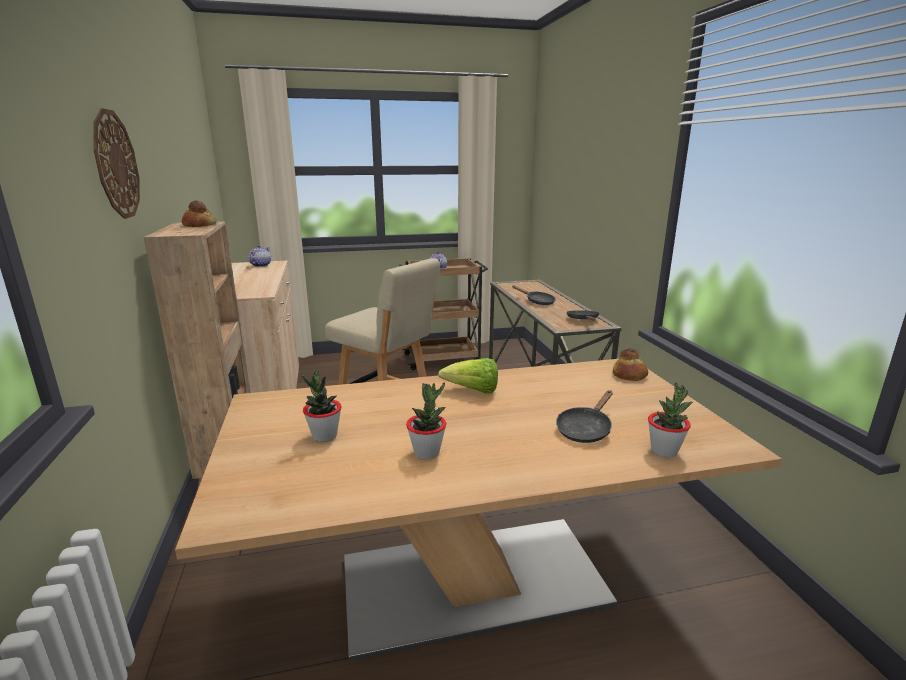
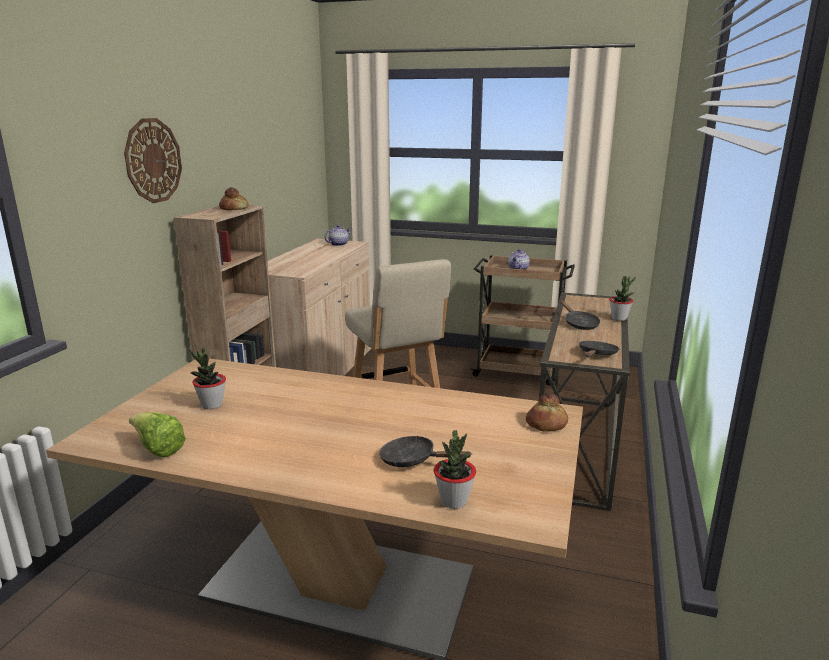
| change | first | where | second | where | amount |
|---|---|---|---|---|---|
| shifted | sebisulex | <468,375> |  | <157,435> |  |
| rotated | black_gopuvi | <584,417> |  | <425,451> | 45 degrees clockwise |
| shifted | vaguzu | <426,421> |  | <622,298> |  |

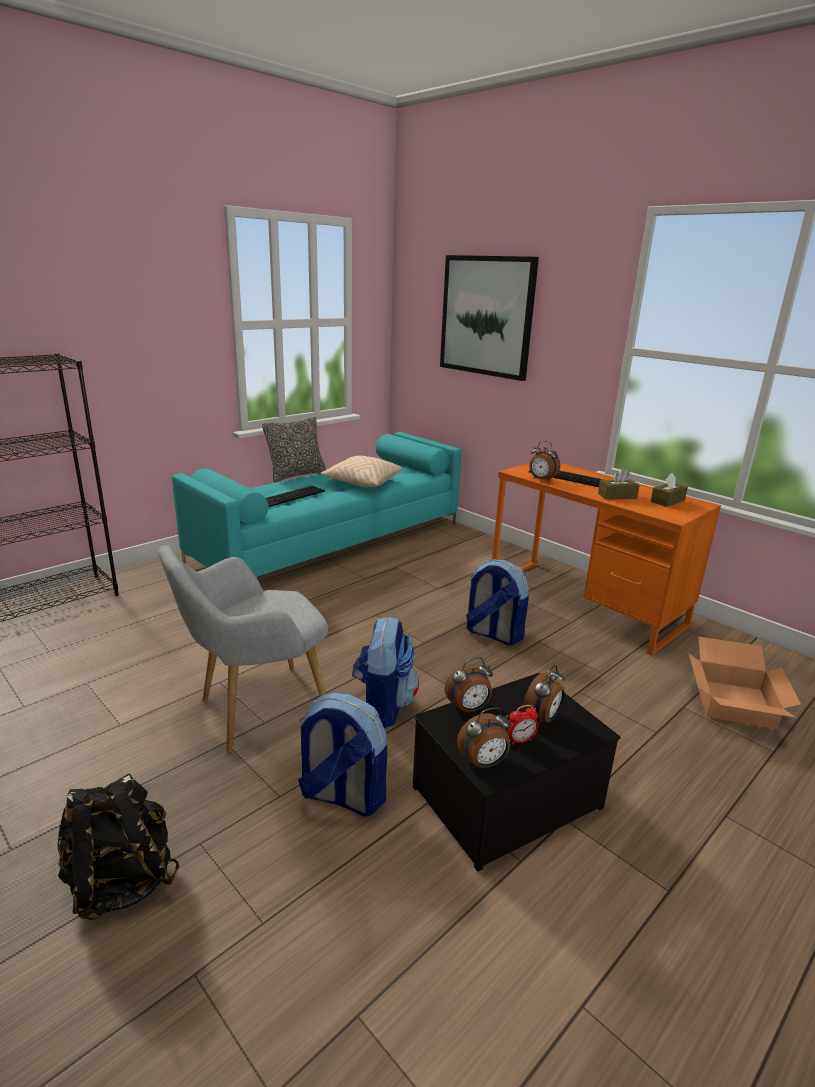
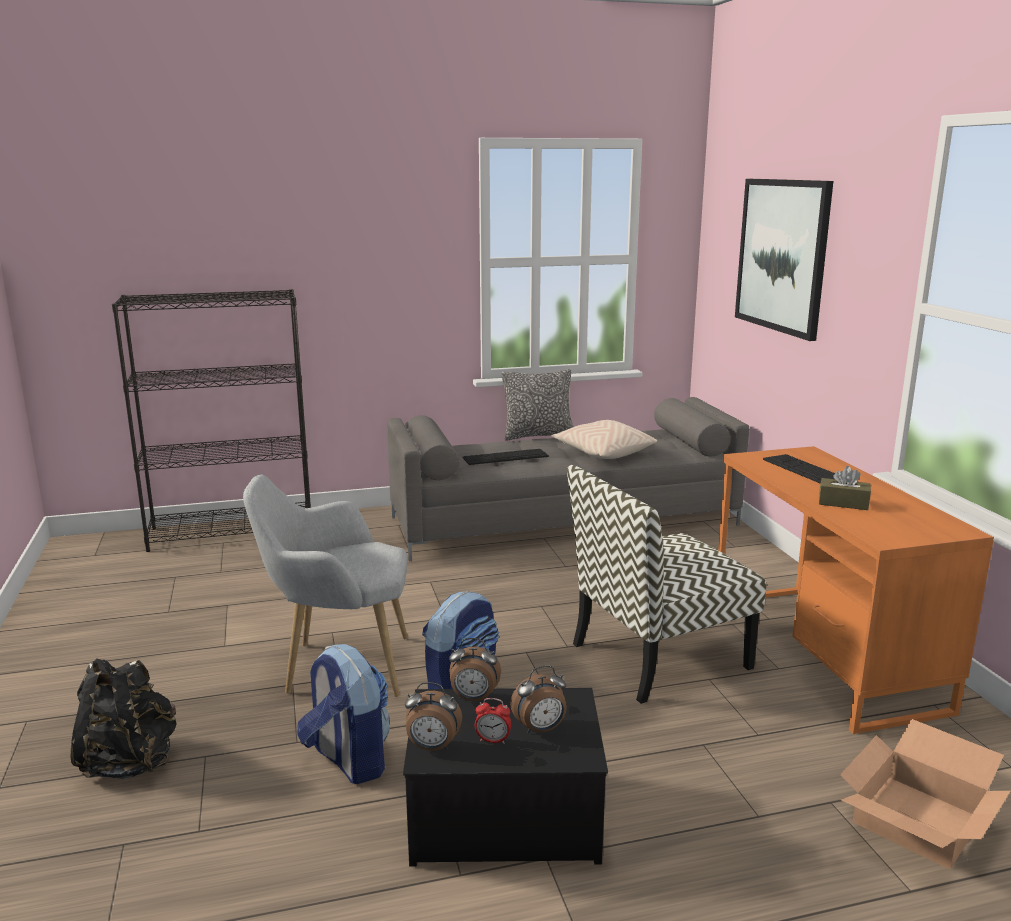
| change | first | where | second | where | amount |
|---|---|---|---|---|---|
| repainted | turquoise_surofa | <317,504> | grey_surofa | <568,479> |  |
| swapped | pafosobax | <497,602> | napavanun | <666,584> |  |
| gone | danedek | <544,461> |  |  |  |
| gone | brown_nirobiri | <669,490> |  |  |  |

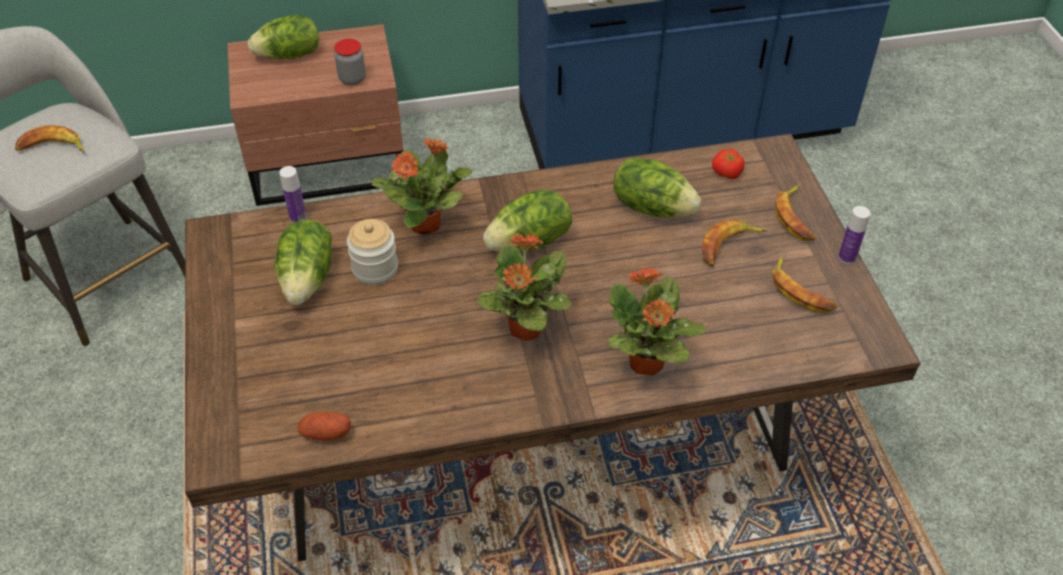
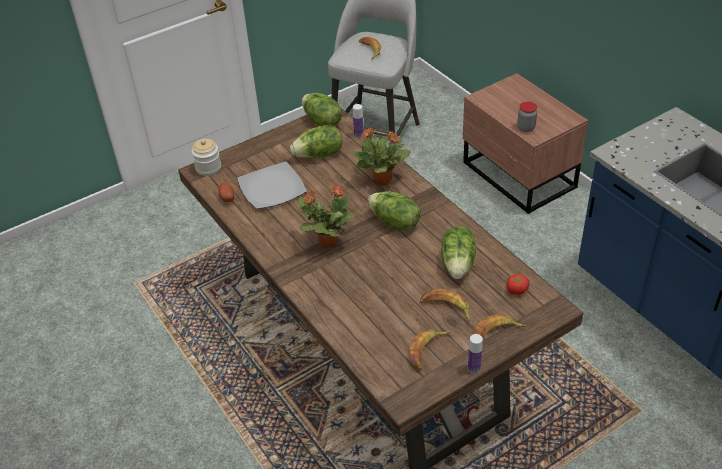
| change | first | where | second | where | amount |
|---|---|---|---|---|---|
| shifted | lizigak | <372,252> |  | <206,157> |  |
| new |  |  | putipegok | <272,185> |  |
| shifted | sebisulex | <283,37> |  | <322,110> |  |
| gone | vaguzu | <657,322> |  |  |  |

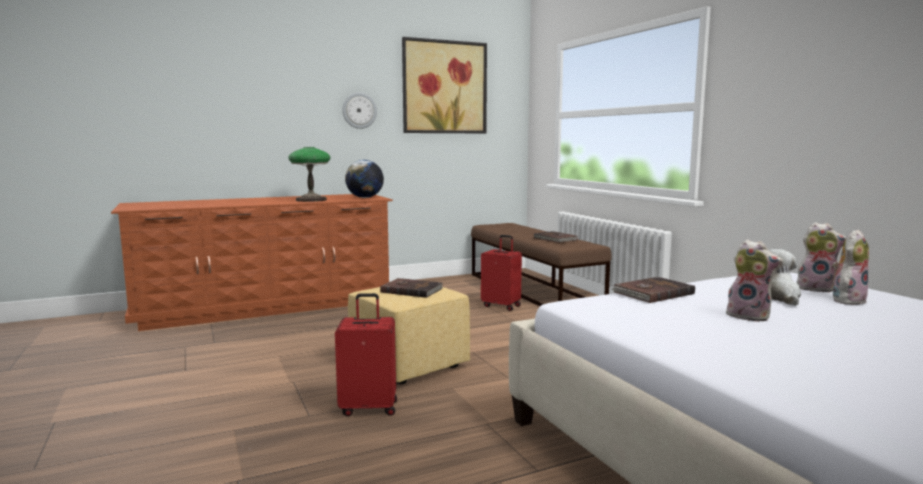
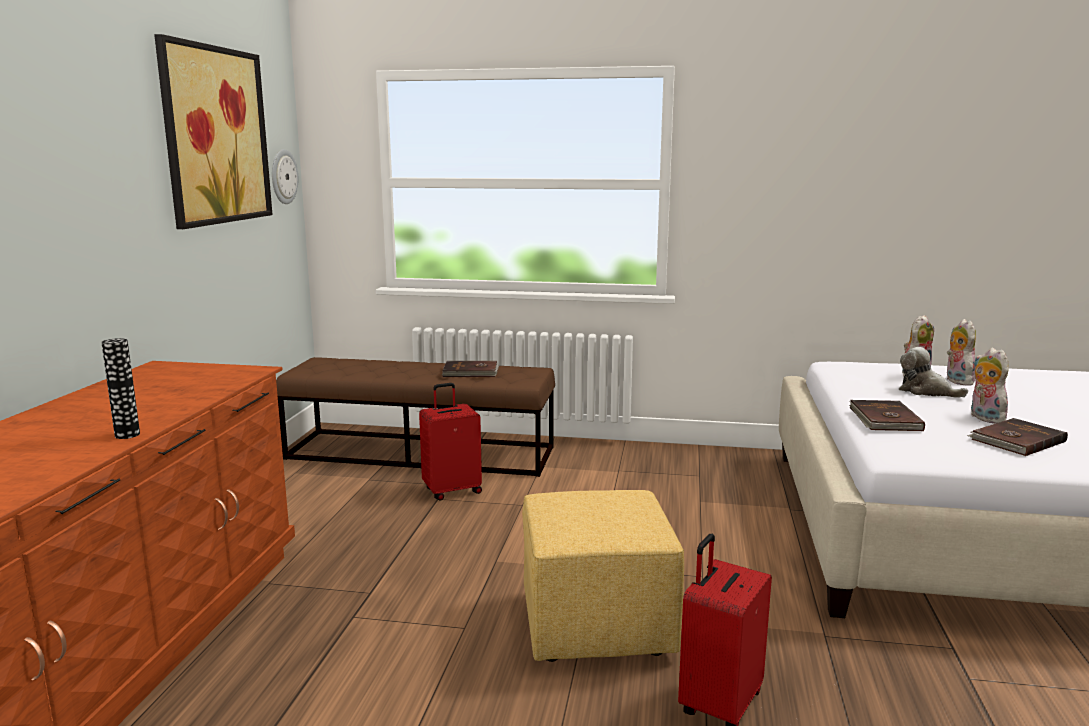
| change | first | where | second | where | amount |
|---|---|---|---|---|---|
| new |  |  | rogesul | <120,388> |  |
| shifted | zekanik | <359,110> |  | <285,176> |  |
| shifted | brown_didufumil | <411,288> |  | <1017,437> |  |
| rotated | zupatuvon | <754,280> |  | <989,386> | 90 degrees counterclockwise |
| gone | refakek | <309,174> |  |  |  |
| gone | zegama | <364,179> |  |  |  |

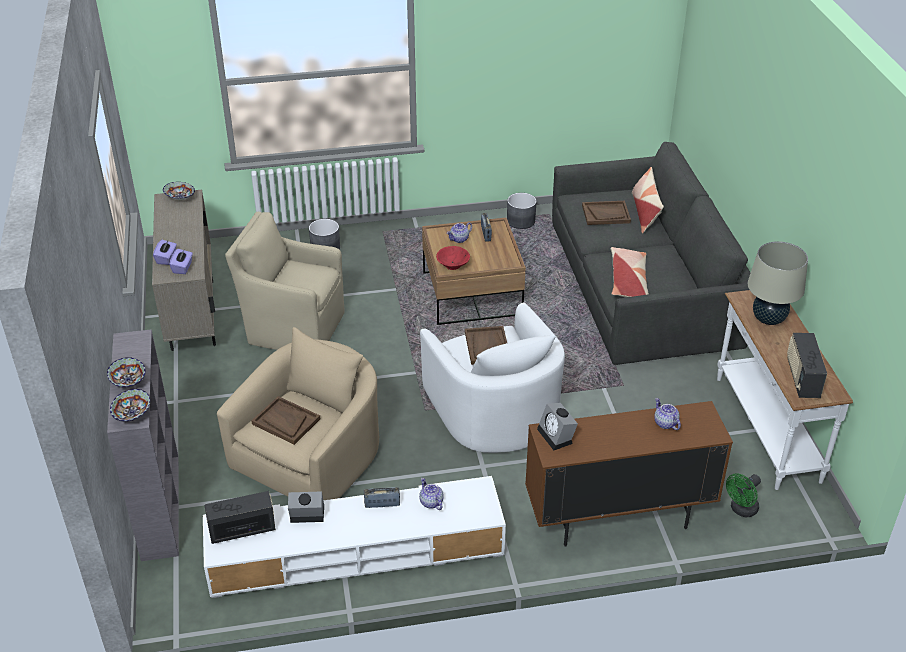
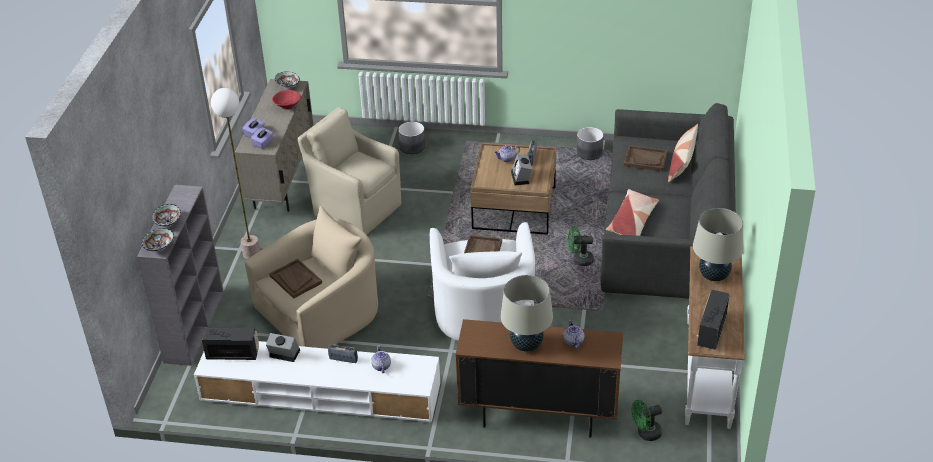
| change | first | where | second | where | amount |
|---|---|---|---|---|---|
| new |  |  | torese | <235,173> |  |
| shifted | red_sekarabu | <453,258> |  | <286,99> |  |
| new |  |  | beige_refakek | <527,313> |  |
| shifted | danedek | <557,426> |  | <521,169> |  |
| new |  |  | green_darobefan | <581,246> |  |

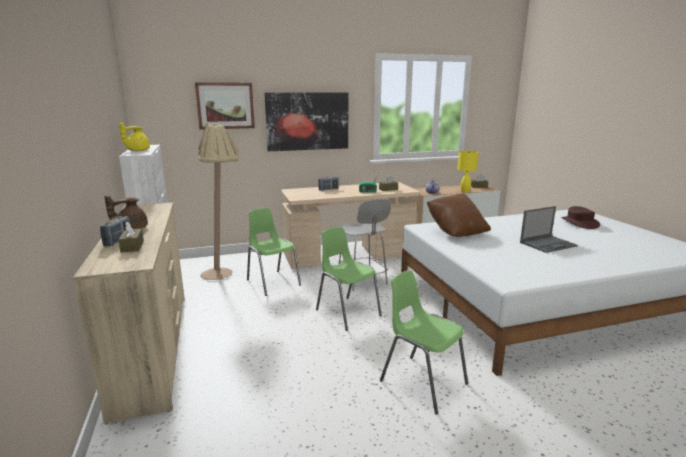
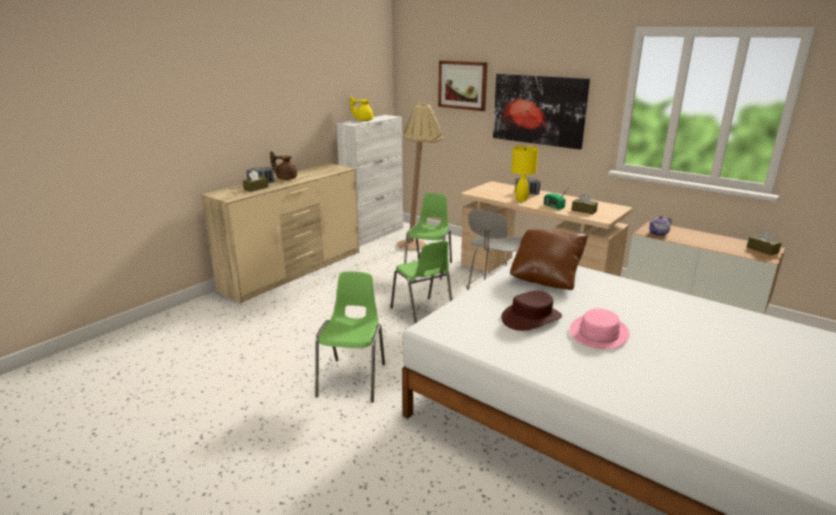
| change | first | where | second | where | amount |
|---|---|---|---|---|---|
| rotated | green_napavanun | <349,279> |  | <421,282> | 135 degrees clockwise |
| shifted | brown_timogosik | <580,217> |  | <531,311> |  |
| shifted | yellow_refakek | <468,171> |  | <524,173> |  |
| swapped | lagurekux | <549,229> | pink_timogosik | <600,329> |  |

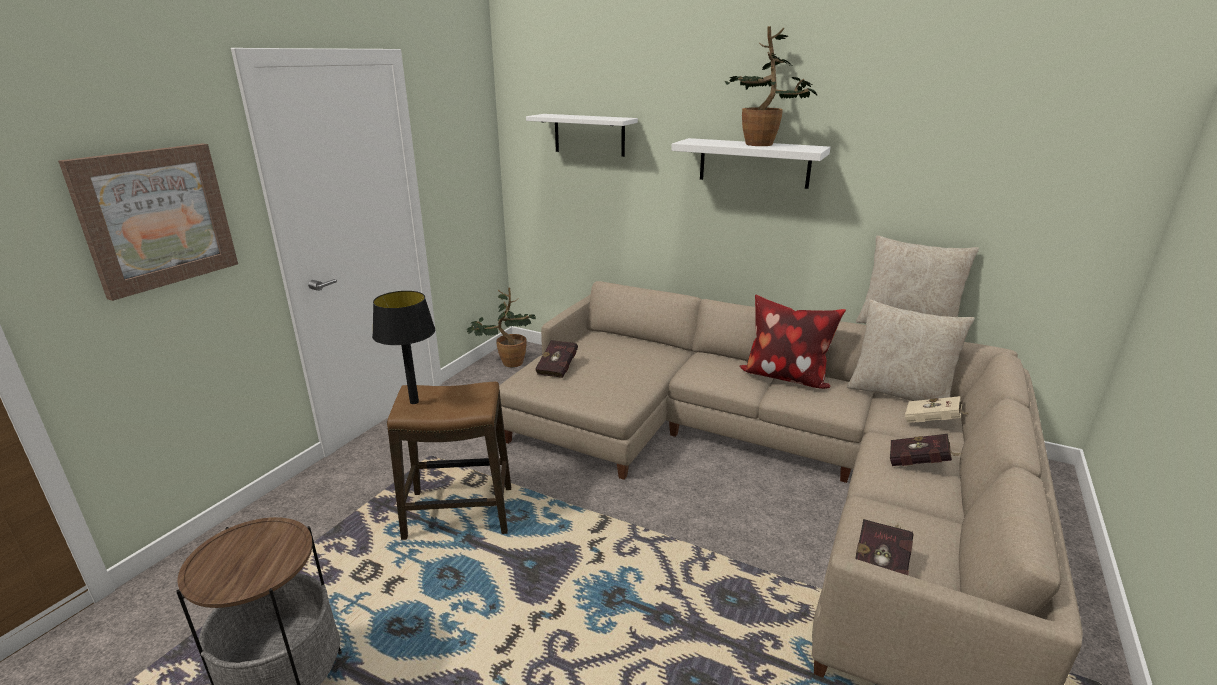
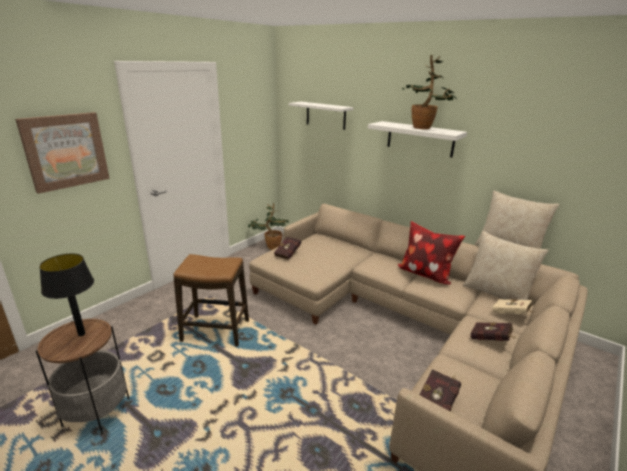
| change | first | where | second | where | amount |
|---|---|---|---|---|---|
| shifted | black_refakek | <403,347> |  | <66,294> |  |

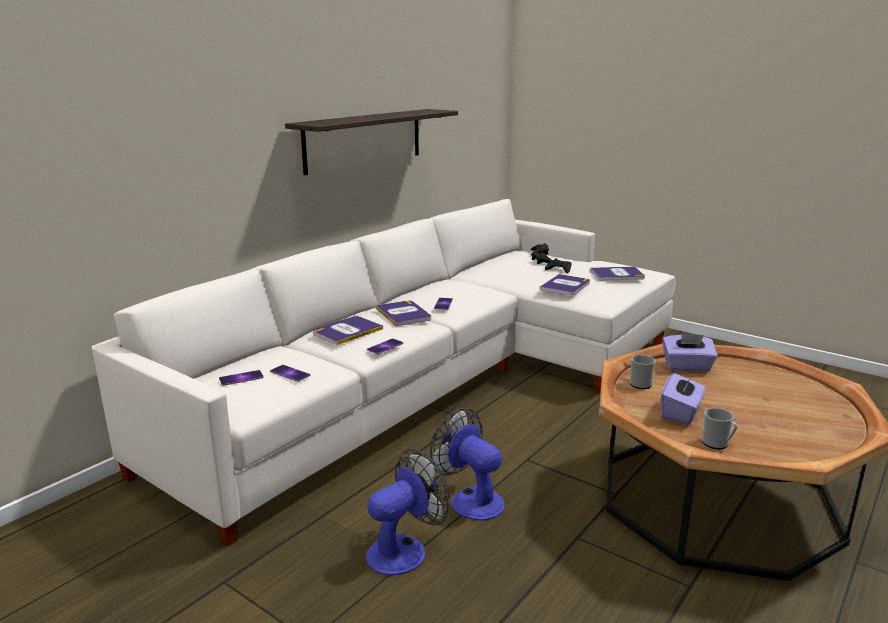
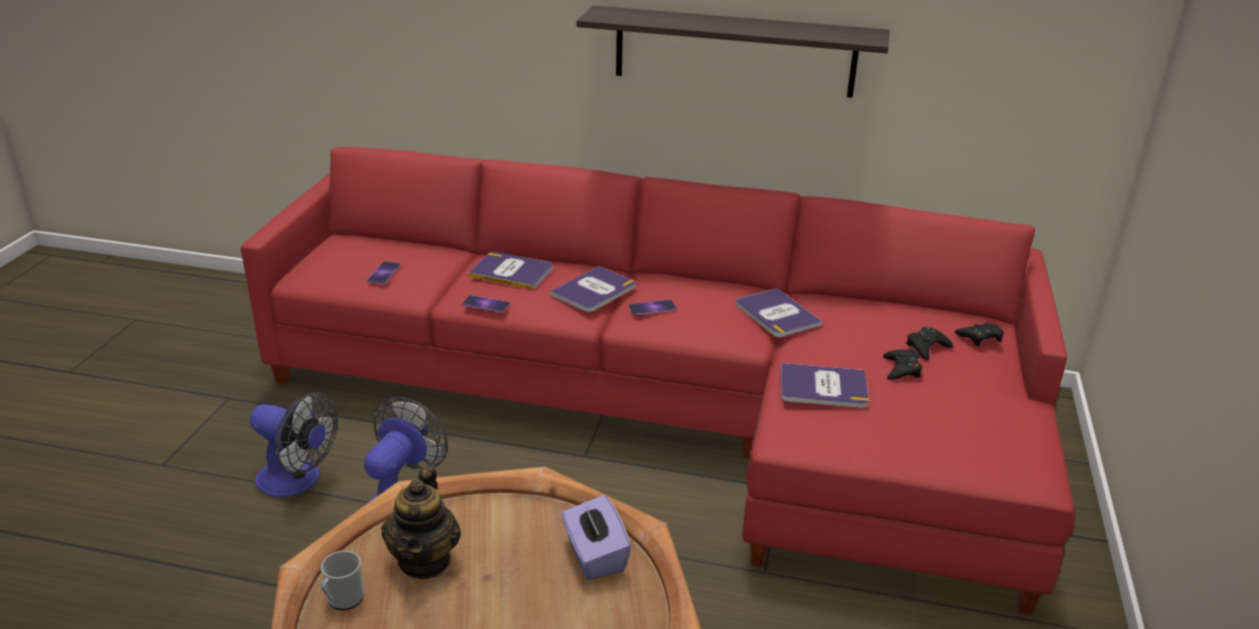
| change | first | where | second | where | amount |
|---|---|---|---|---|---|
| repainted | white_surofa | <384,372> | red_surofa | <658,381> |  |
| swapped | purple_nirobiri | <683,398> | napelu | <421,522> |  |
| shifted | didufumil | <617,274> |  | <779,312> |  |
| gone | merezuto | <241,378> |  |  |  |
| gone | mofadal | <643,372> |  |  |  |

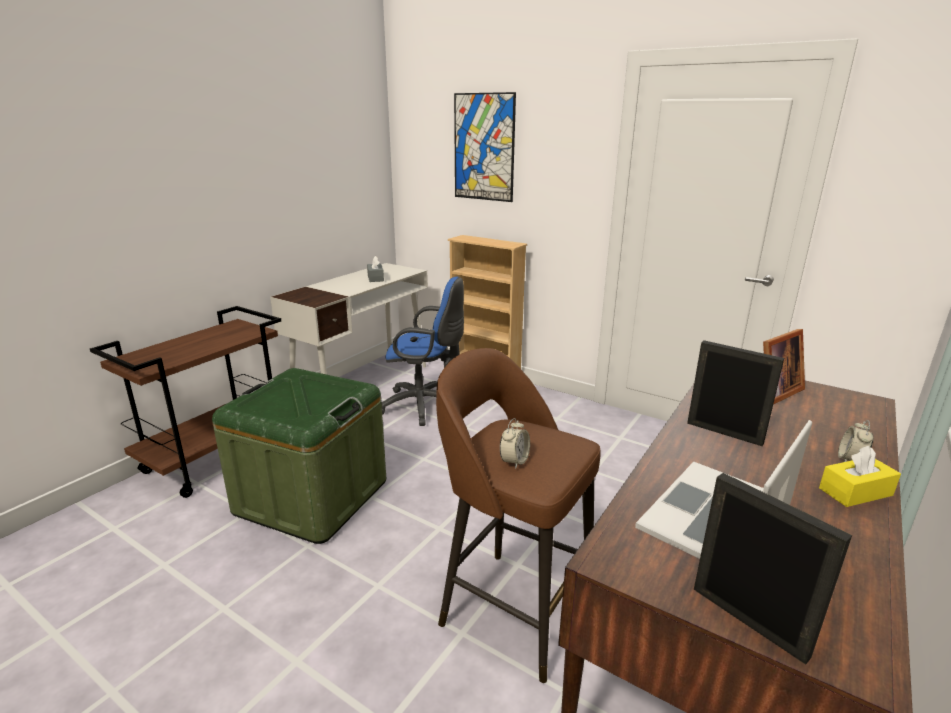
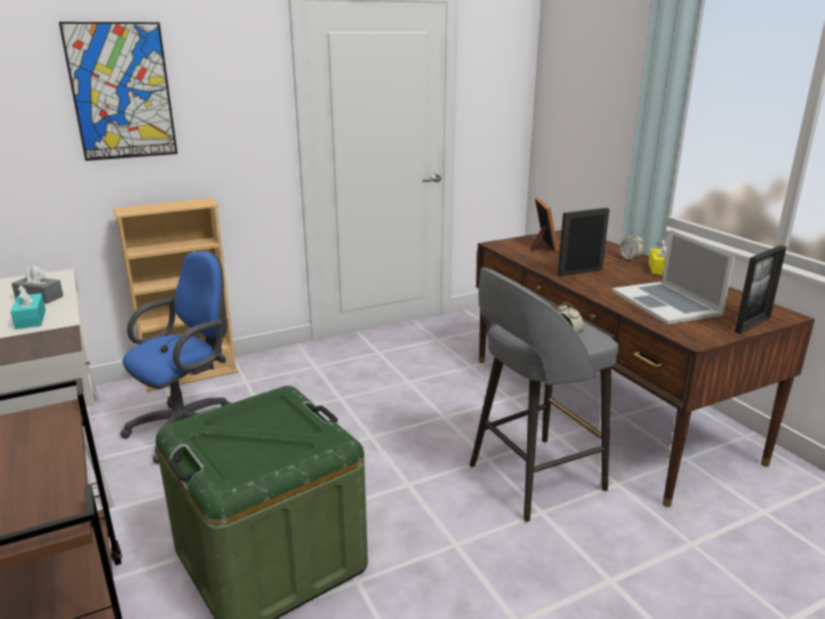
| change | first | where | second | where | amount |
|---|---|---|---|---|---|
| new |  |  | turquoise_nirobiri | <28,307> |  |
| repainted | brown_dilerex | <518,515> | grey_dilerex | <543,395> |  |
| rotated | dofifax | <773,569> |  | <761,289> | 150 degrees clockwise |

